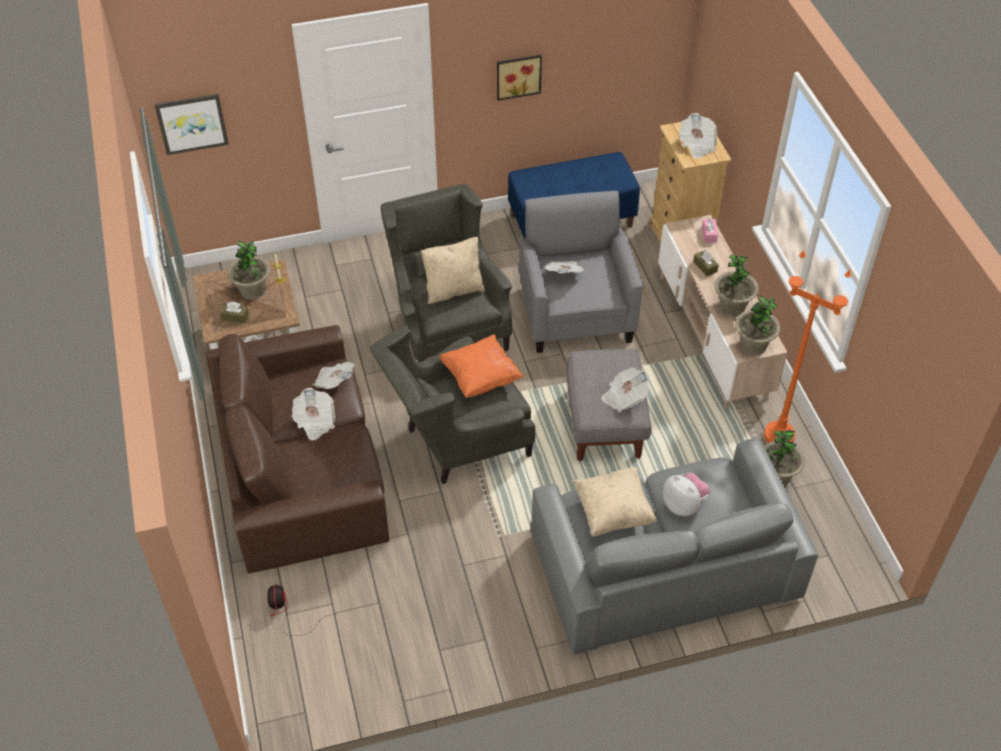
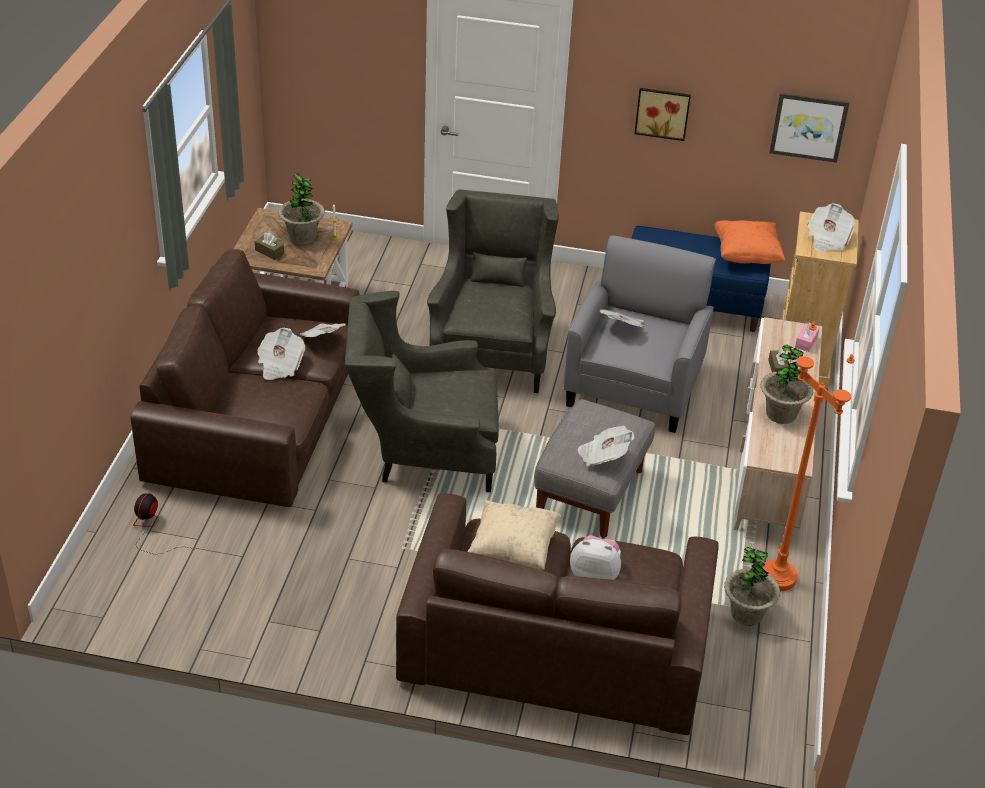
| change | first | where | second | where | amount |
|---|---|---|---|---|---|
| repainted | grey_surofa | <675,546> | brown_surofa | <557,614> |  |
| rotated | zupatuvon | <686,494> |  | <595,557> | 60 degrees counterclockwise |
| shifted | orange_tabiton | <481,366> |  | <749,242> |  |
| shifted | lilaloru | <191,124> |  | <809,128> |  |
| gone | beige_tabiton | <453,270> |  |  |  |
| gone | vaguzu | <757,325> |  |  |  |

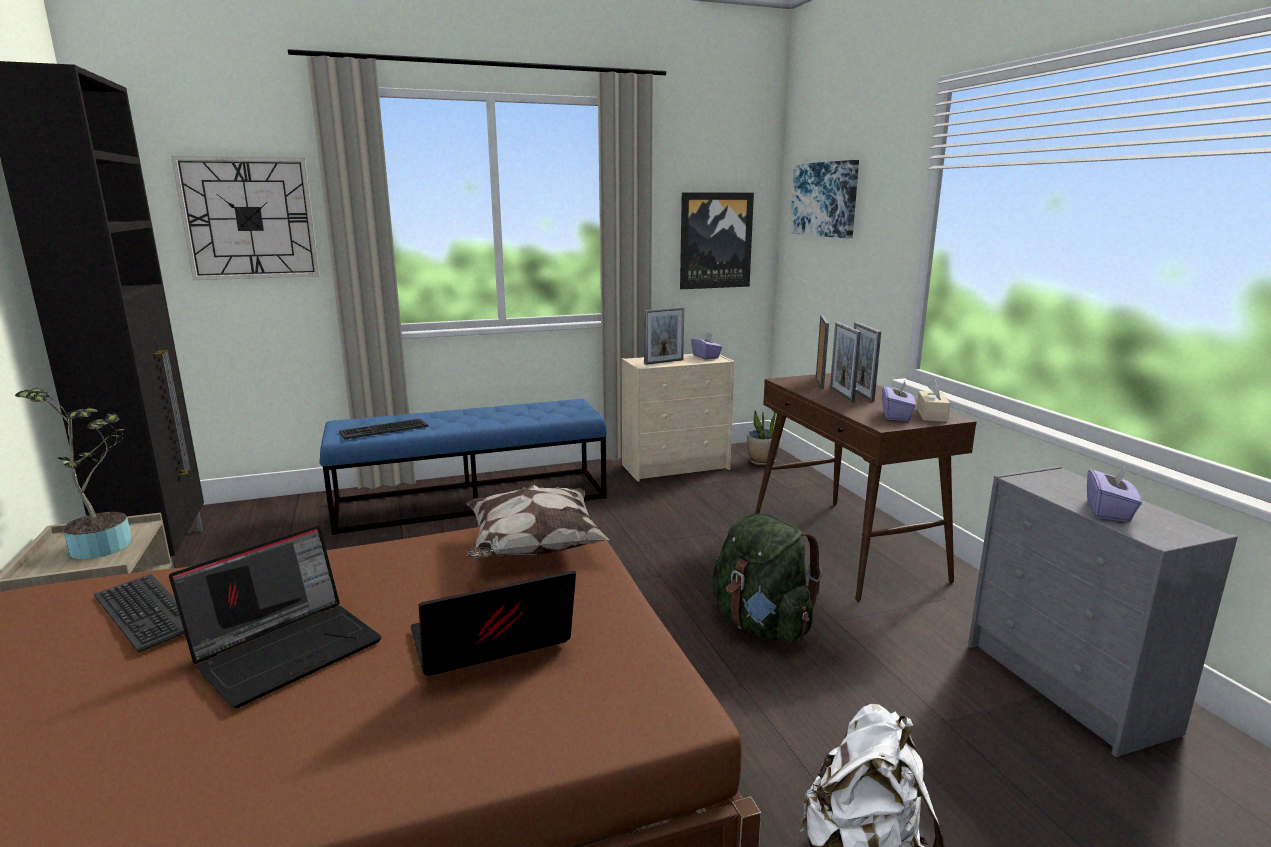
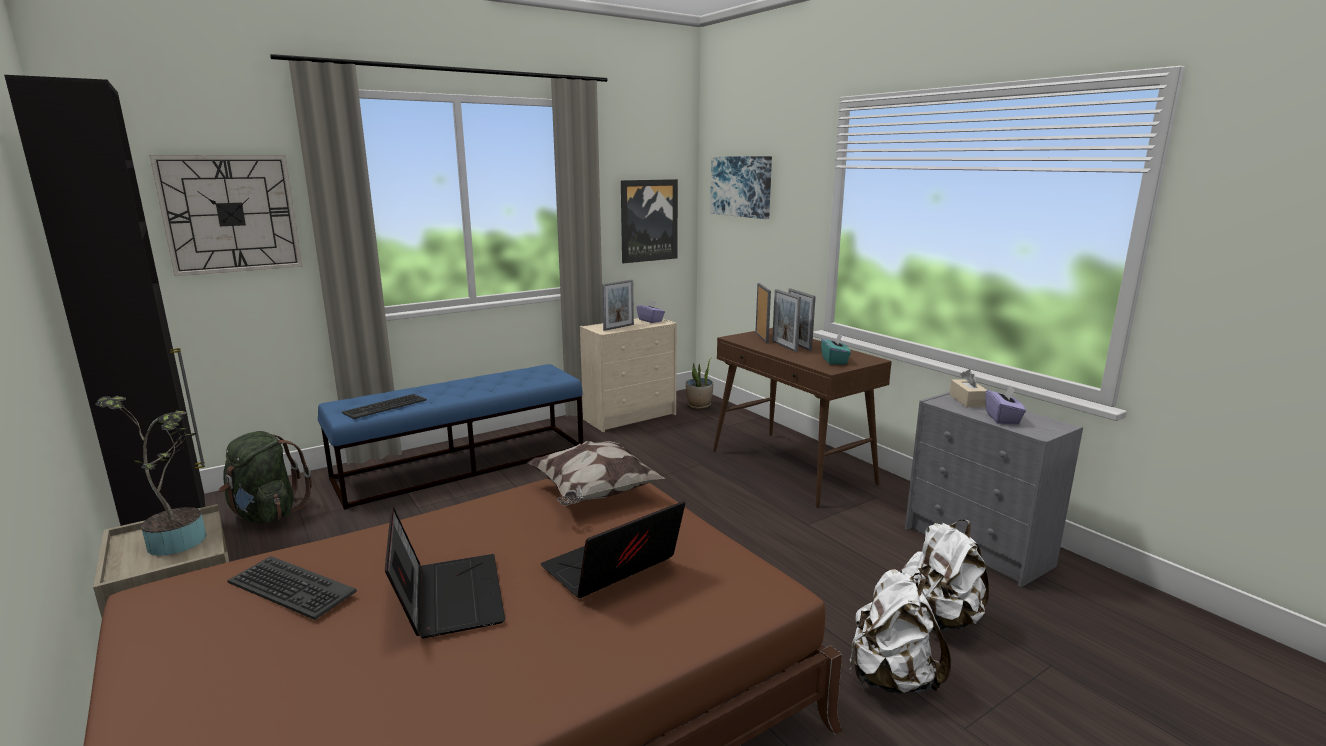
| change | first | where | second | where | amount |
|---|---|---|---|---|---|
| shifted | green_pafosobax | <767,578> |  | <265,477> |  |
| rotated | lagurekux | <275,617> |  | <445,572> | 45 degrees counterclockwise |
| repainted | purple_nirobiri | <899,401> | turquoise_nirobiri | <836,349> |  |
| new |  |  | white_pafosobax | <945,575> |  |
| shifted | beige_nirobiri | <933,400> |  | <967,388> |  |

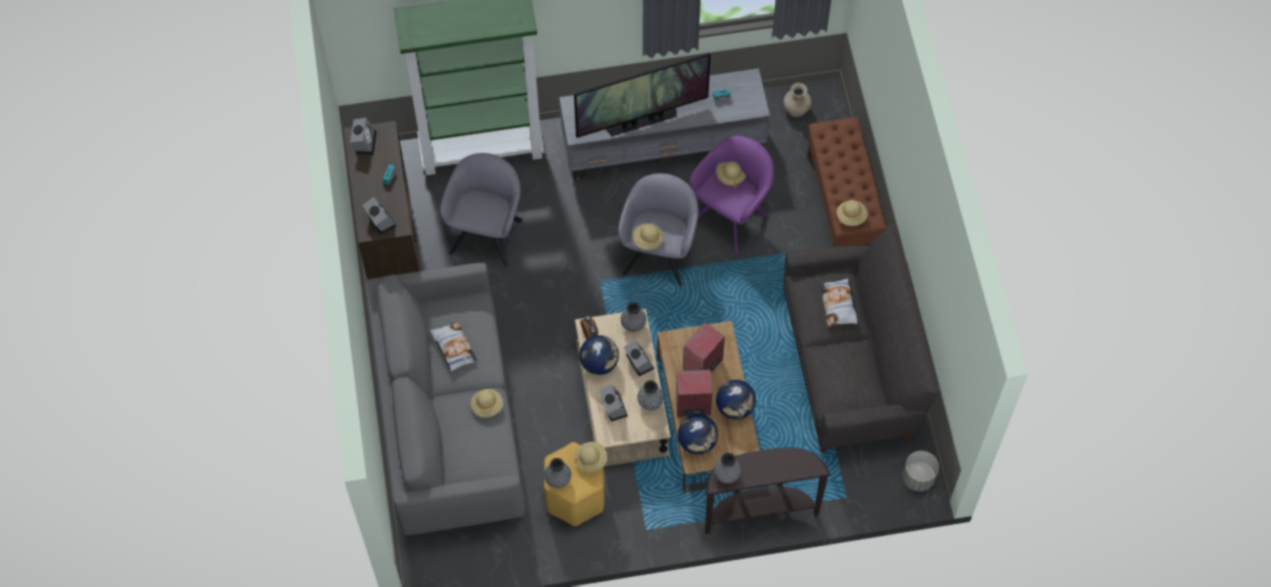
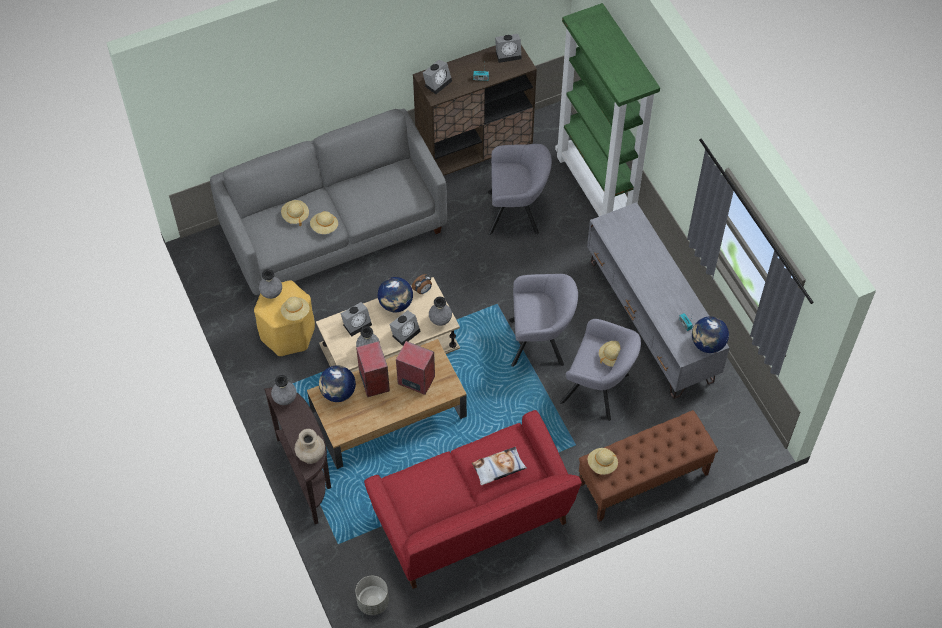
| change | first | where | second | where | amount |
|---|---|---|---|---|---|
| shifted | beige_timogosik | <648,236> |  | <295,213> |  |
| shifted | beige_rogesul | <797,100> |  | <310,446> |  |
| repainted | grey_surofa | <861,338> | red_surofa | <473,499> |  |
| repainted | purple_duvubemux | <731,195> | grey_duvubemux | <600,370> |  |
| shifted | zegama | <736,400> |  | <710,334> |  |
| gone | tabiton | <453,346> |  |  |  |
| gone | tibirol | <642,95> |  |  |  |

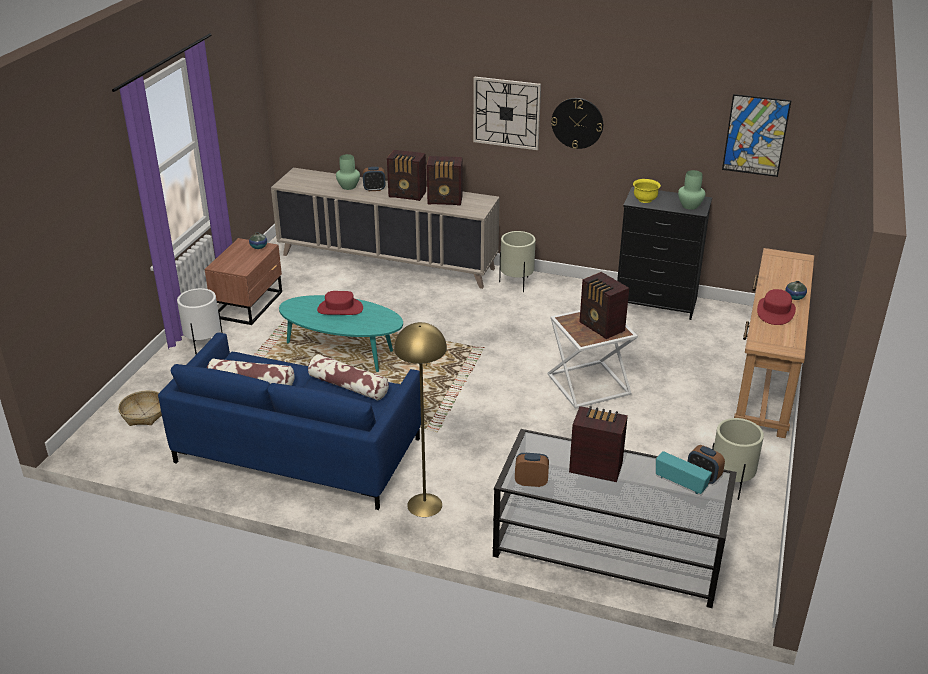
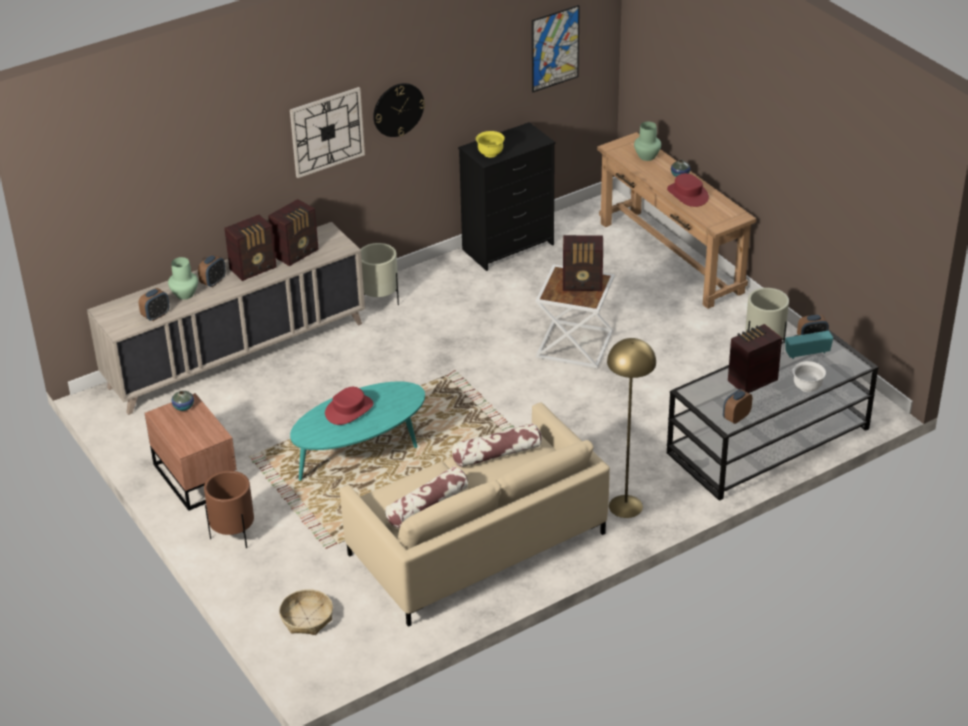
| change | first | where | second | where | amount |
|---|---|---|---|---|---|
| new |  |  | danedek | <154,304> |  |
| repainted | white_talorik | <199,321> | brown_talorik | <229,509> |  |
| repainted | blue_surofa | <289,421> | beige_surofa | <475,515> |  |
| shifted | green_rogesul | <692,190> |  | <647,141> |  |
| new |  |  | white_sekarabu | <809,376> |  |

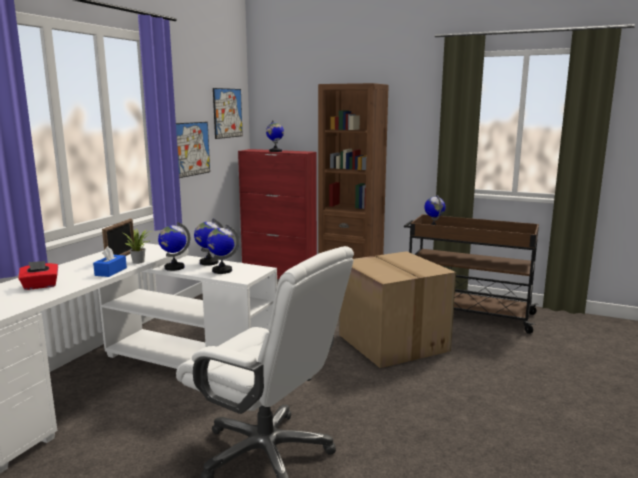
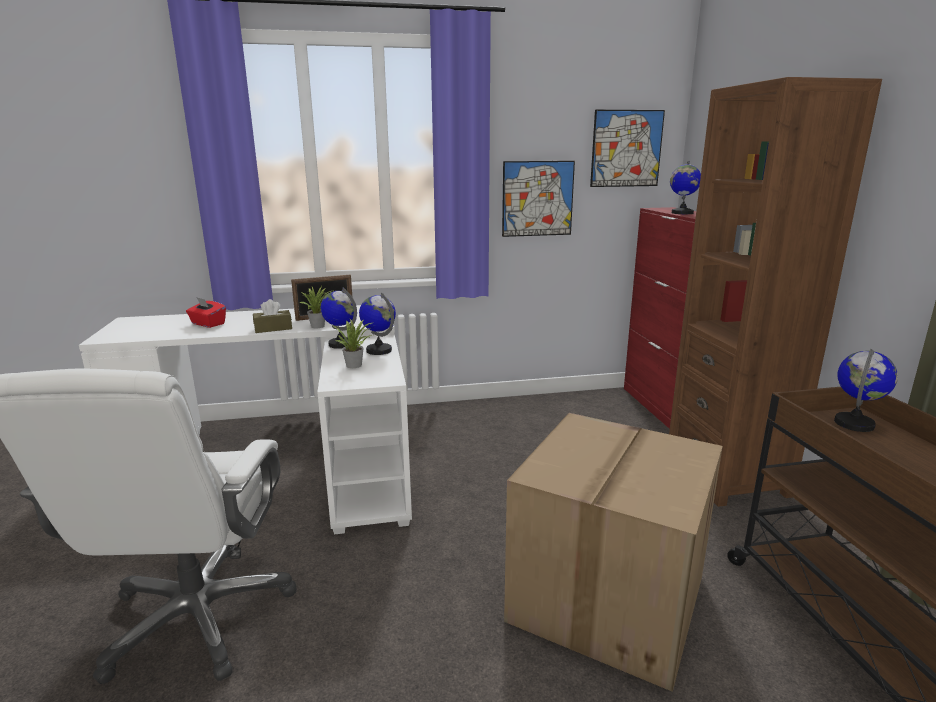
| change | first | where | second | where | amount |
|---|---|---|---|---|---|
| repainted | blue_nirobiri | <110,261> | brown_nirobiri | <272,316> |  |
| swapped | zegama | <223,249> | vaguzu | <351,343> |  |

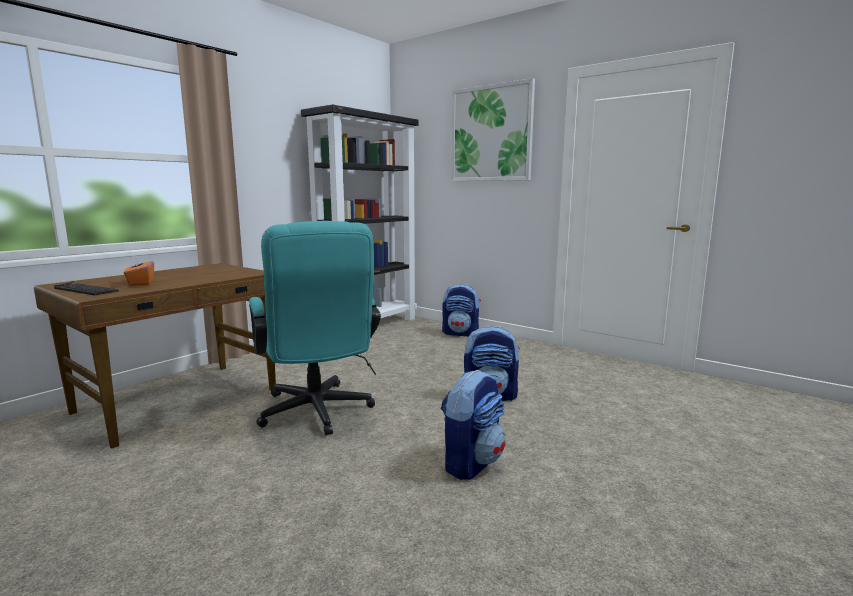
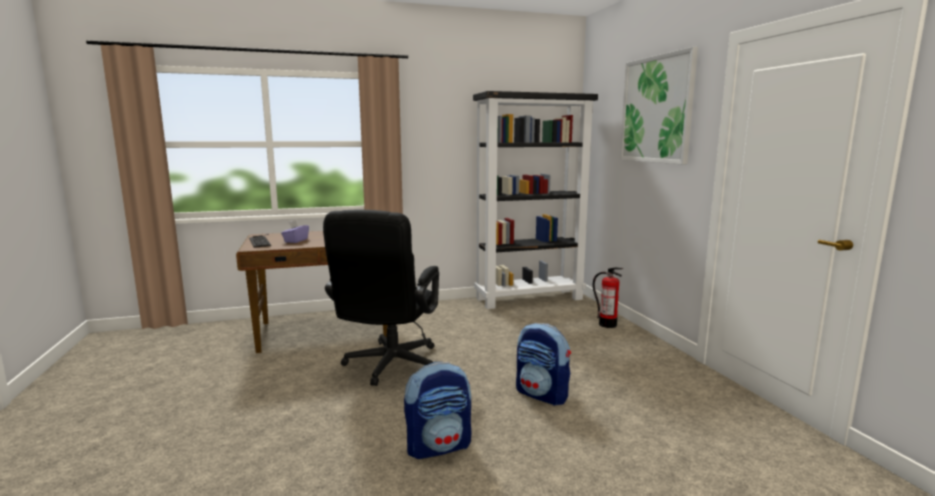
| change | first | where | second | where | amount |
|---|---|---|---|---|---|
| repainted | orange_nirobiri | <139,270> | purple_nirobiri | <295,231> |  |
| repainted | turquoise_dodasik | <315,328> | black_dodasik | <381,298> |  |
| swapped | pafosobax | <461,310> | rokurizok | <608,298> |  |

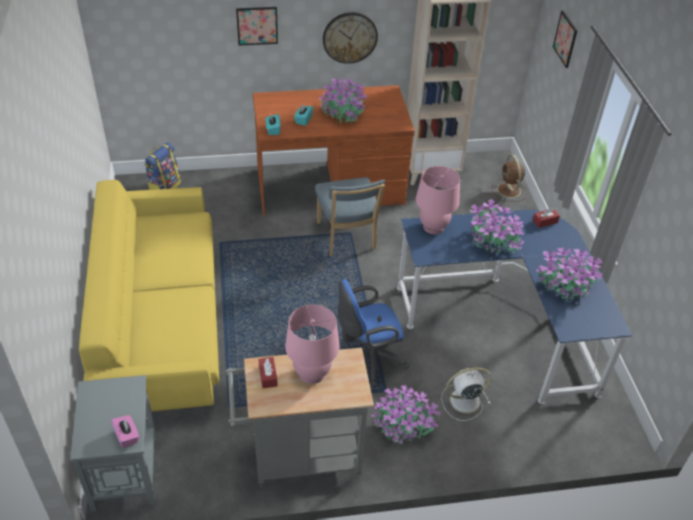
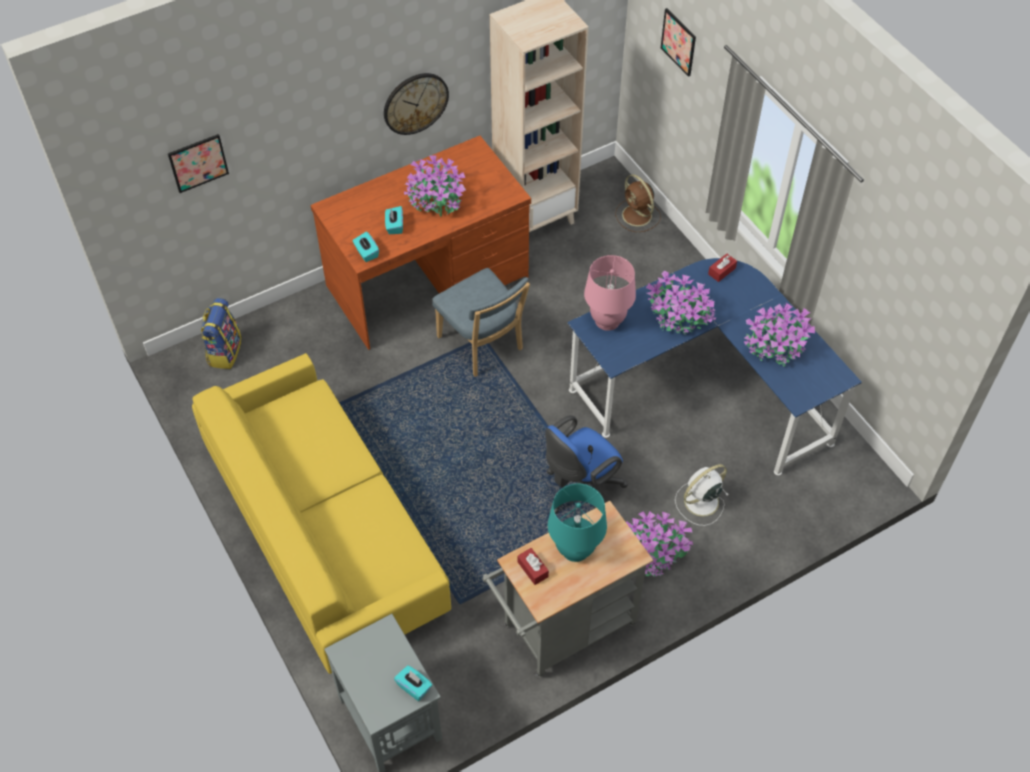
| change | first | where | second | where | amount |
|---|---|---|---|---|---|
| shifted | lilaloru | <257,26> |  | <198,163> |  |
| repainted | pink_nirobiri | <125,431> | turquoise_nirobiri | <413,683> |  |
| repainted | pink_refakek | <312,344> | turquoise_refakek | <577,523> |  |

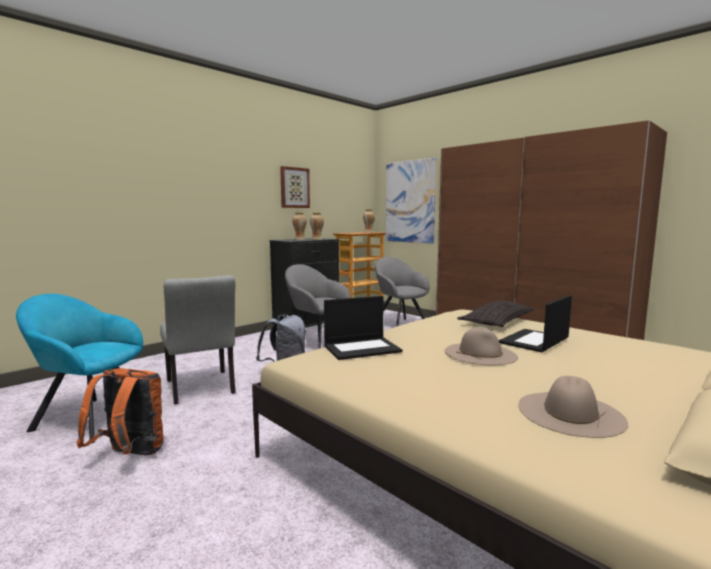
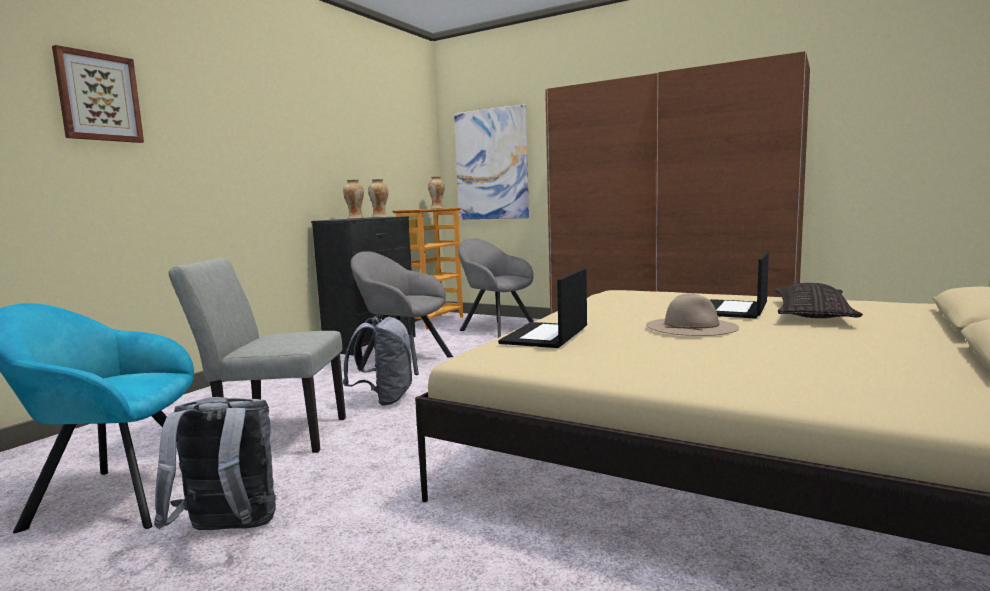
| change | first | where | second | where | amount |
|---|---|---|---|---|---|
| shifted | lilaloru | <295,187> |  | <98,94> |  |
| repainted | orange_pafosobax | <120,411> | grey_pafosobax | <215,463> |  |
| rotated | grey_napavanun | <198,340> |  | <257,355> | 135 degrees clockwise |
| rotated | lagurekux | <363,328> |  | <542,308> | 150 degrees clockwise |
| shifted | tabiton | <496,314> |  | <818,300> |  |
| gone | beige_timogosik | <573,407> |  |  |  |

